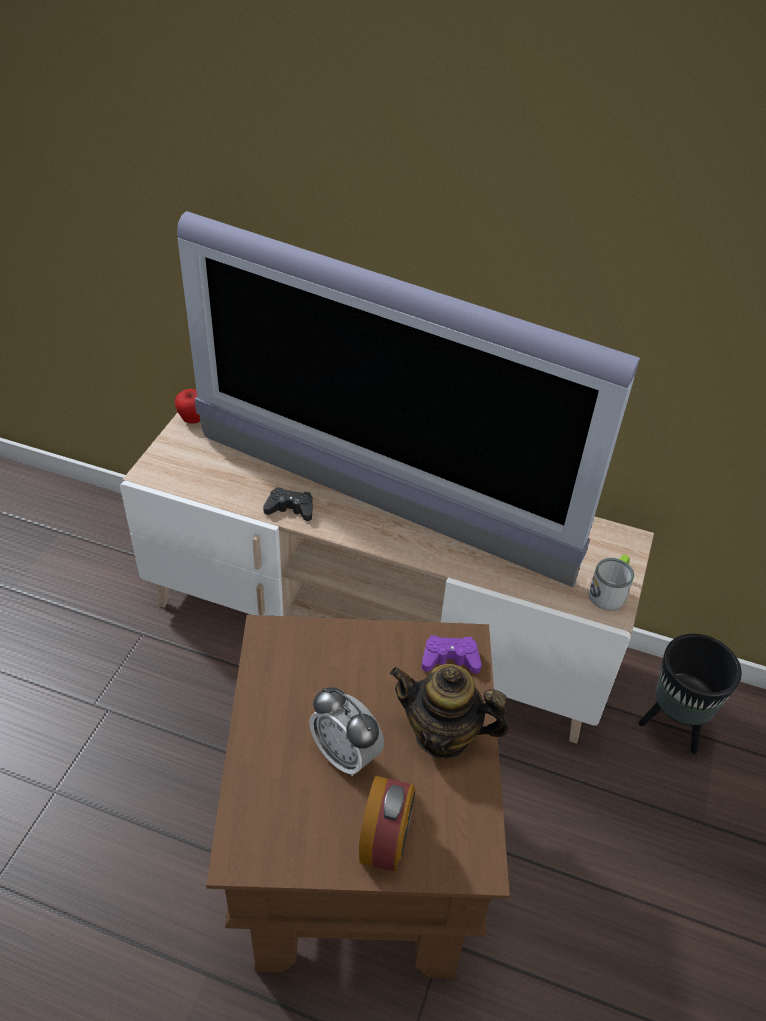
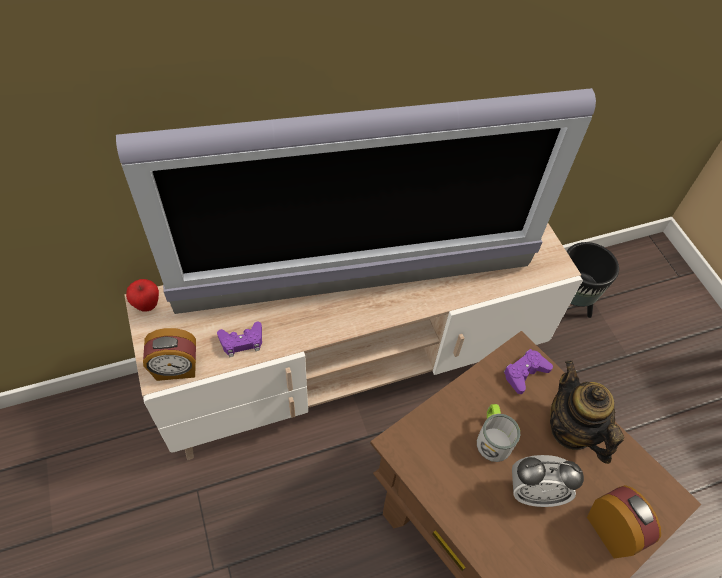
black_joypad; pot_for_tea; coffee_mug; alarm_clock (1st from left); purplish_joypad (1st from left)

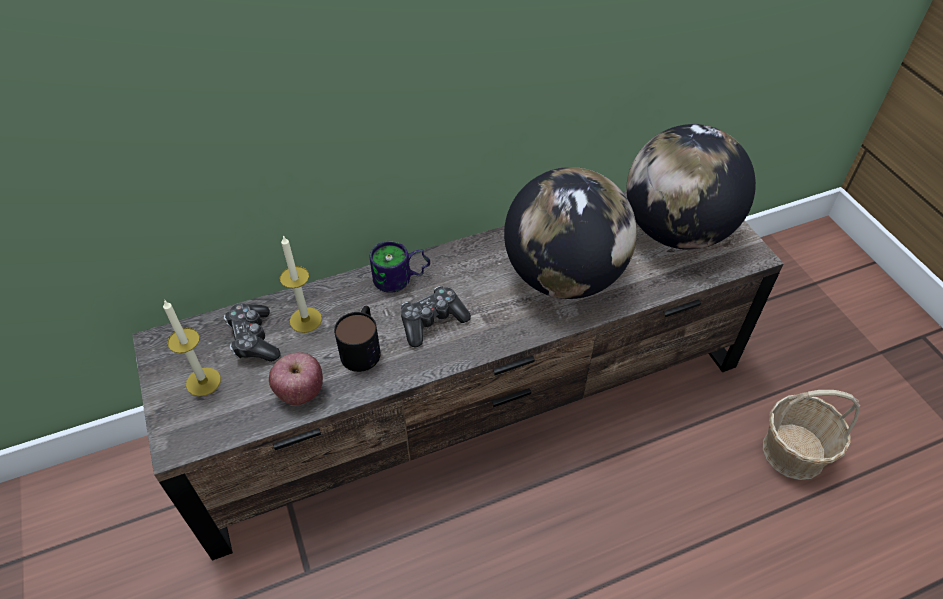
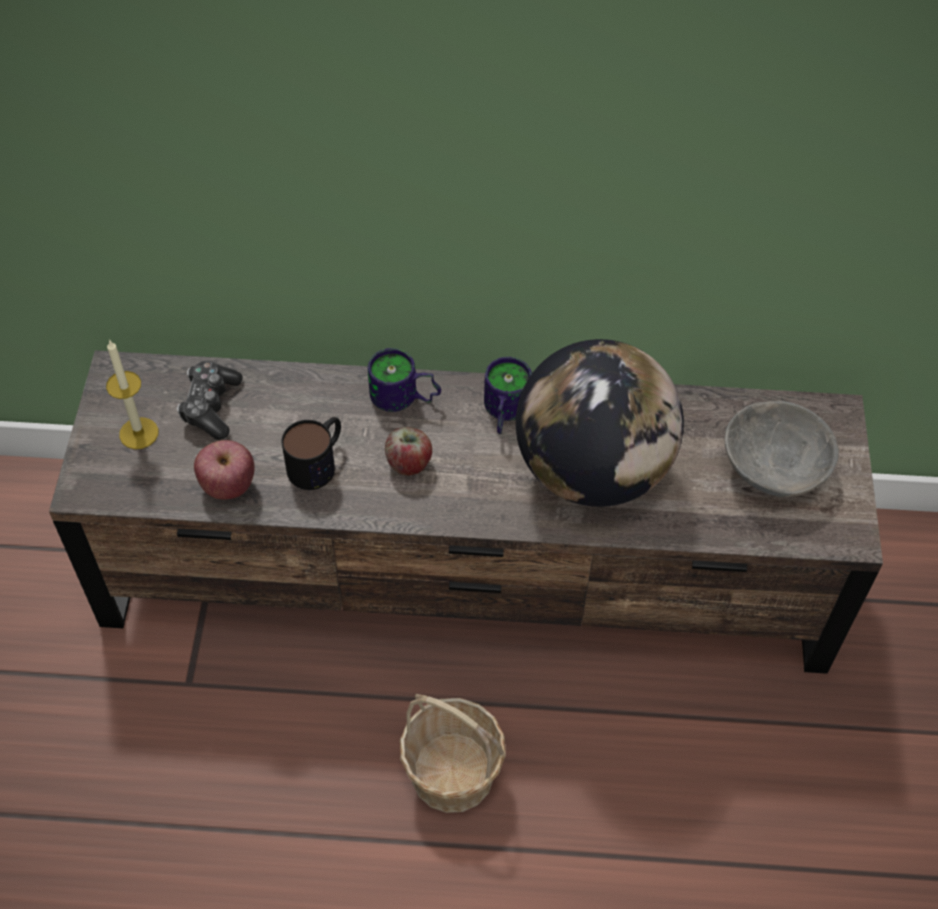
wax_light (2nd from left in the first image); apple (2nd from left); grey_deep_dish; storage_basket; coffee_mug (3rd from left)

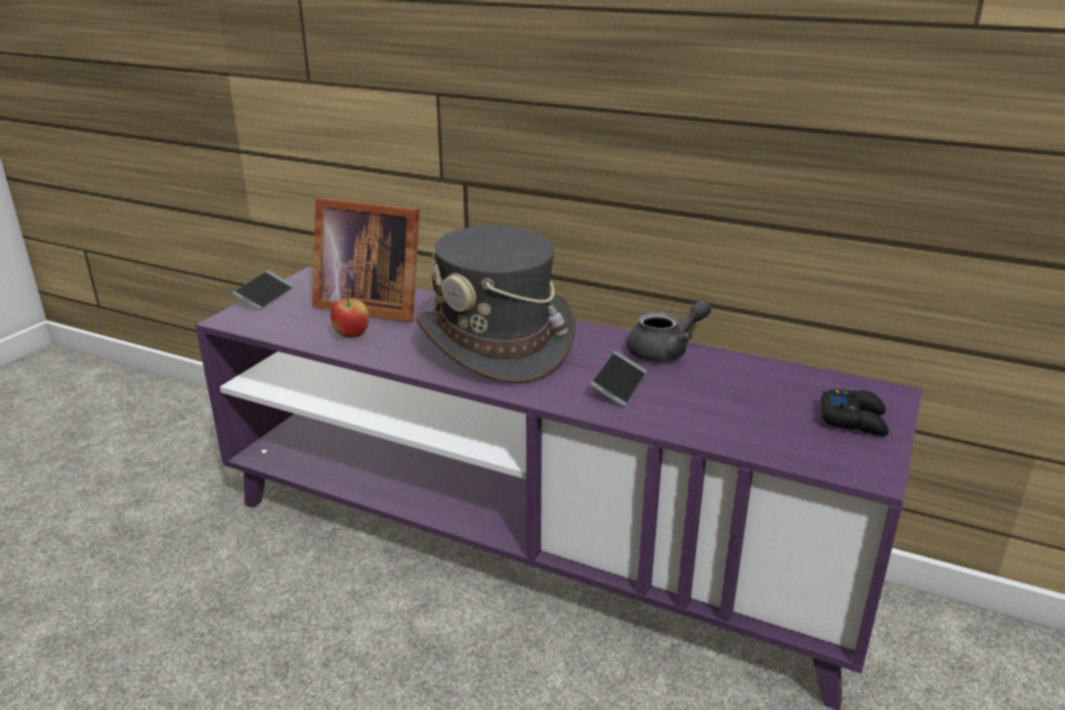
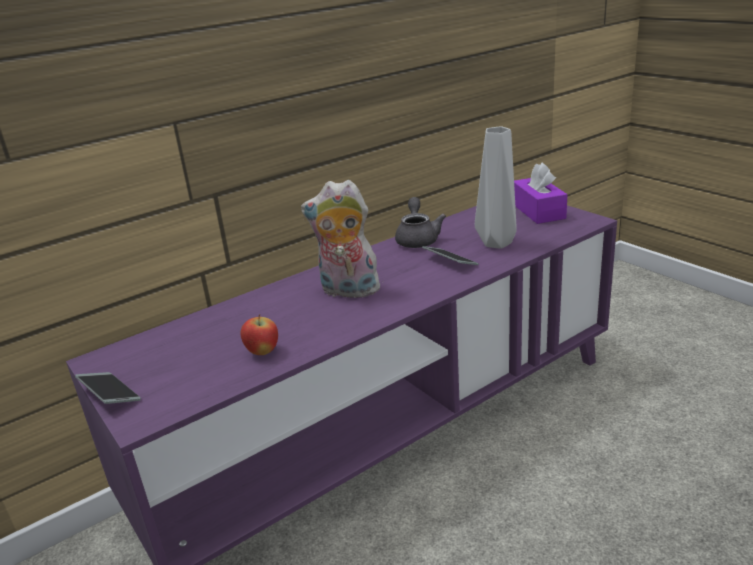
standing_frame; plush_toy; purplish_tissue_box; grey_vase

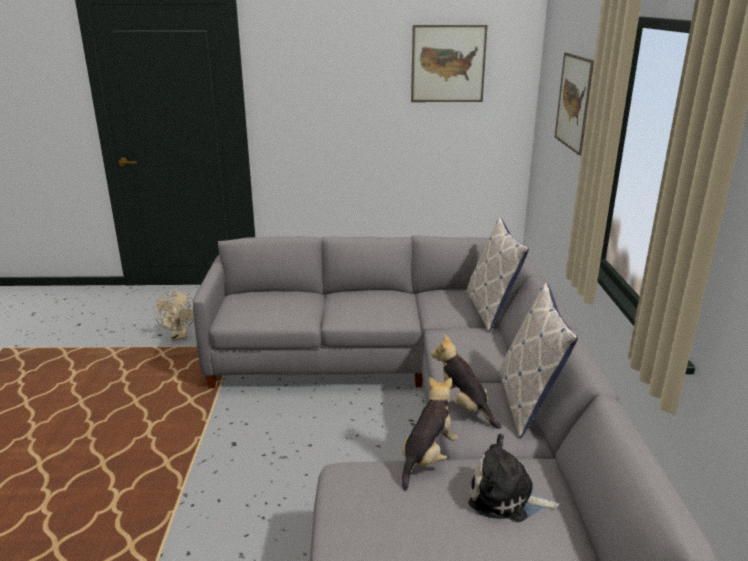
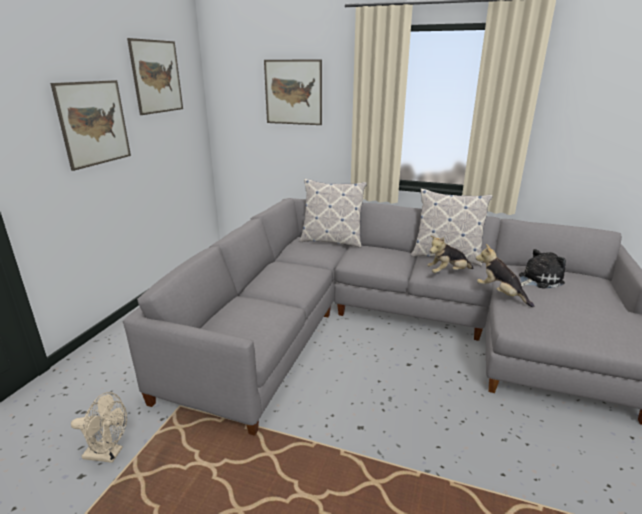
plush_toy (3rd from left); wall_picture (1st from left)

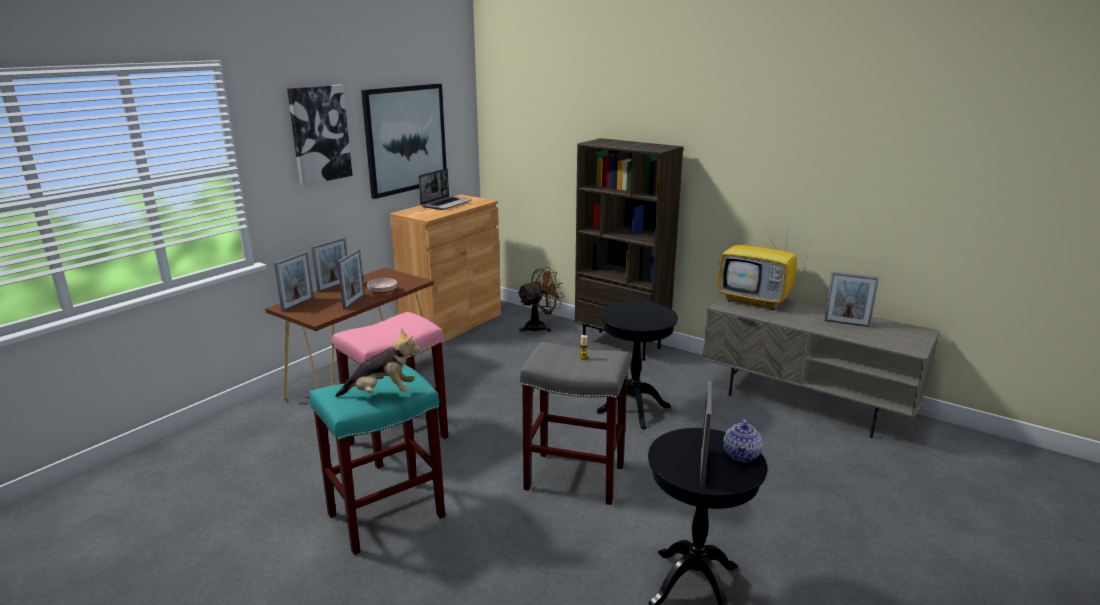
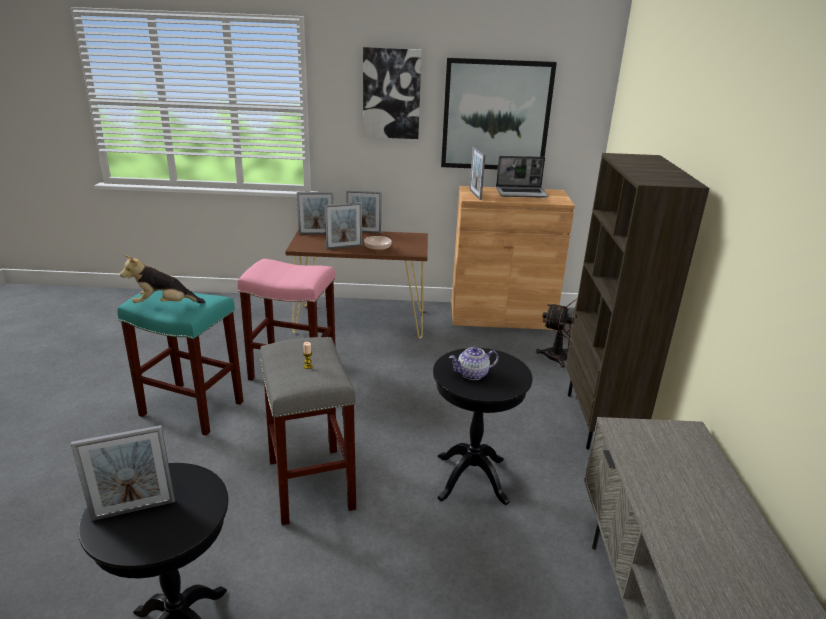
plush_toy; TV; pot_for_tea; standing_frame (5th from left)

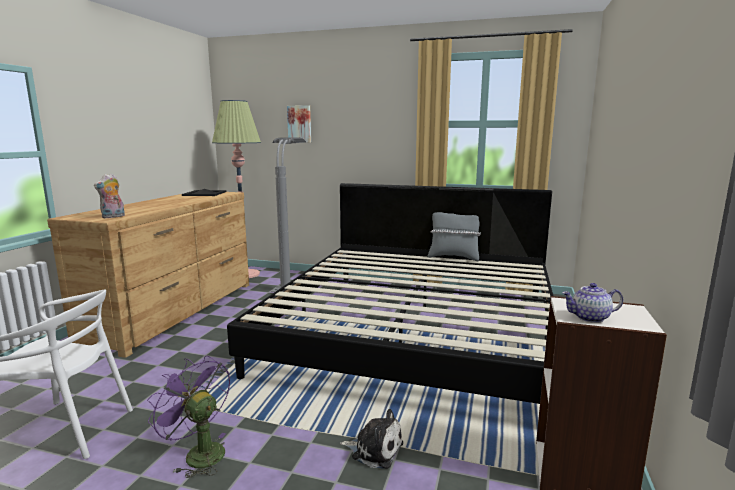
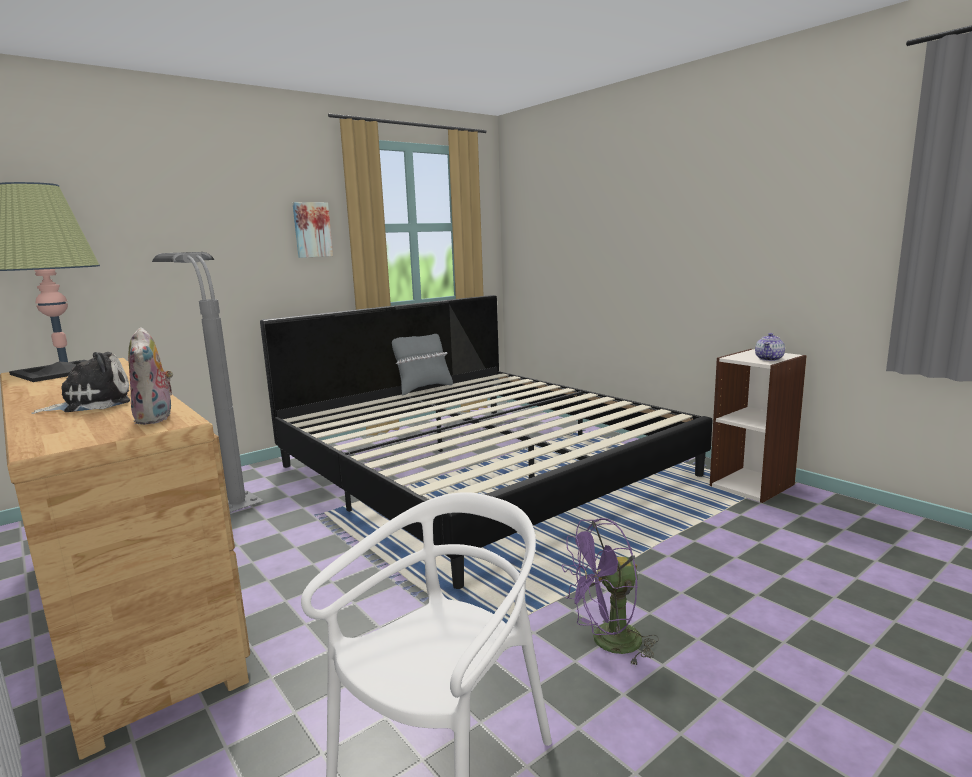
wall_picture; plush_toy (1st from left)

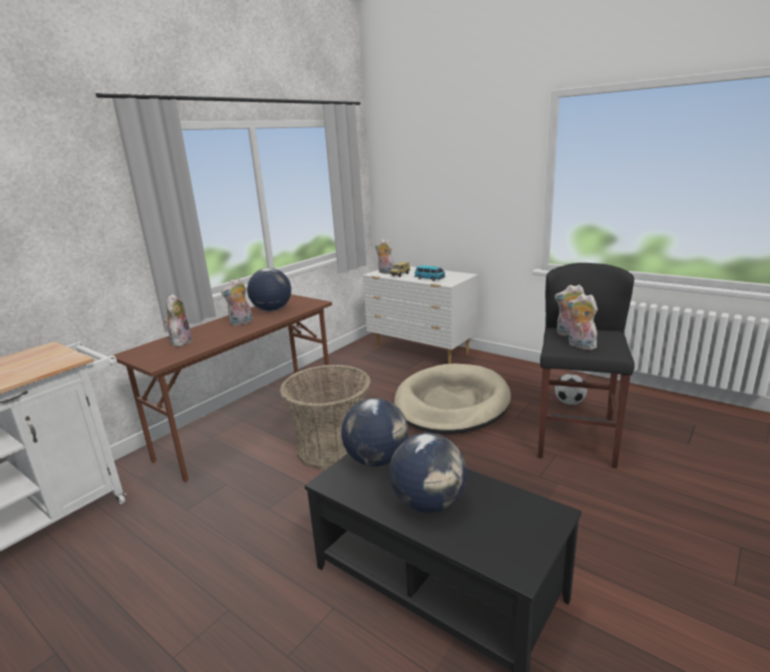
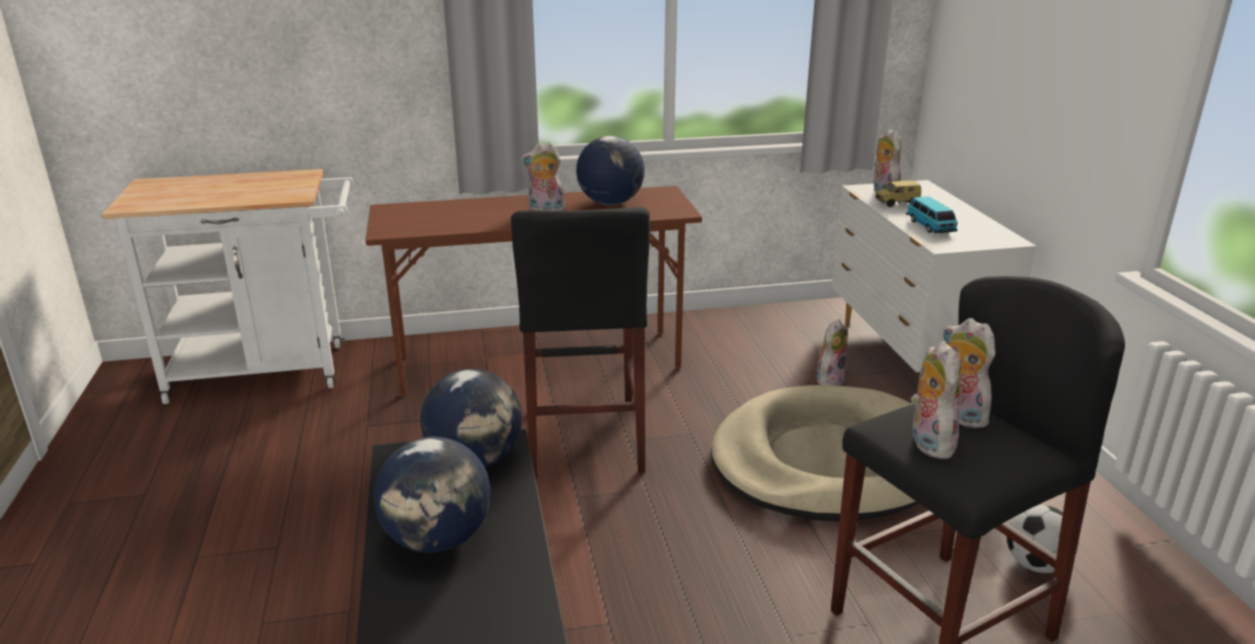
plush_toy (2nd from left); black_stool (1st from left)

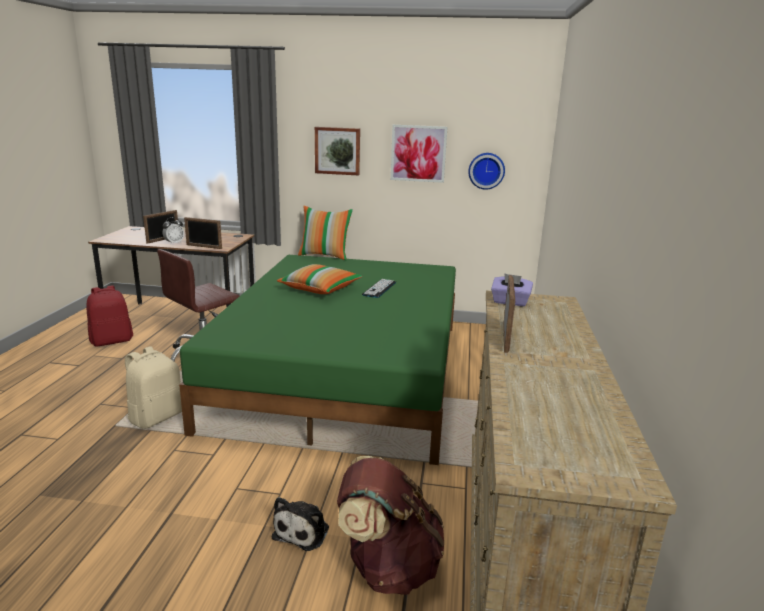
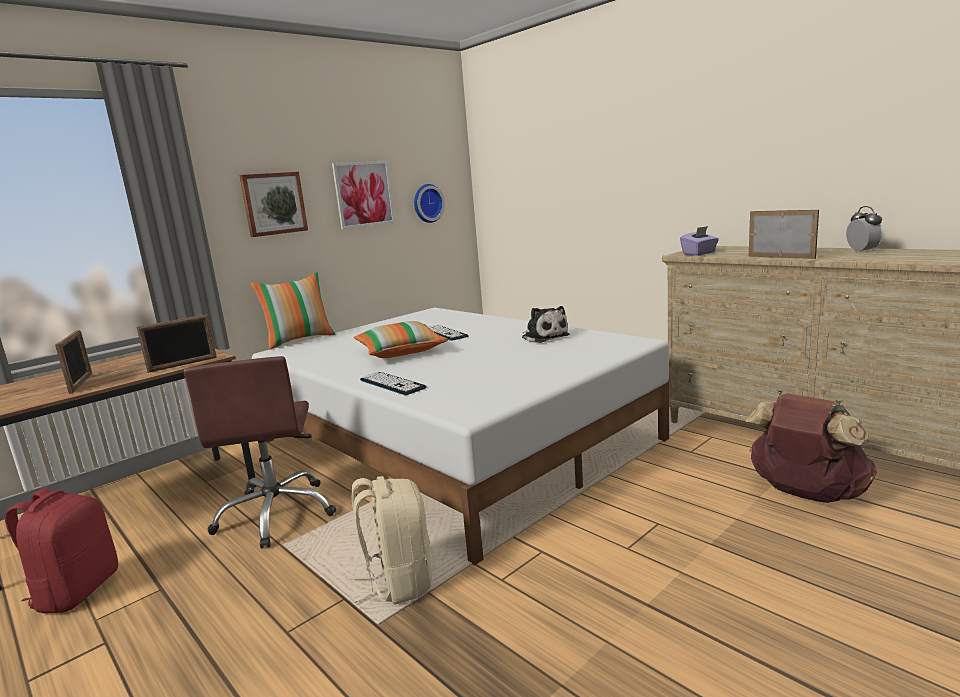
alarm_clock; white-coloured_bedroom_bed; plush_toy; computer_keyboard (1st from left)

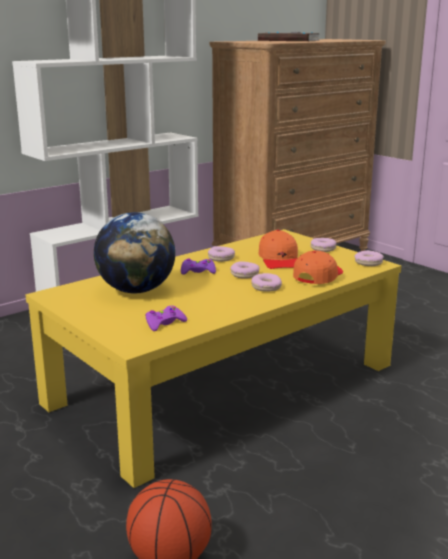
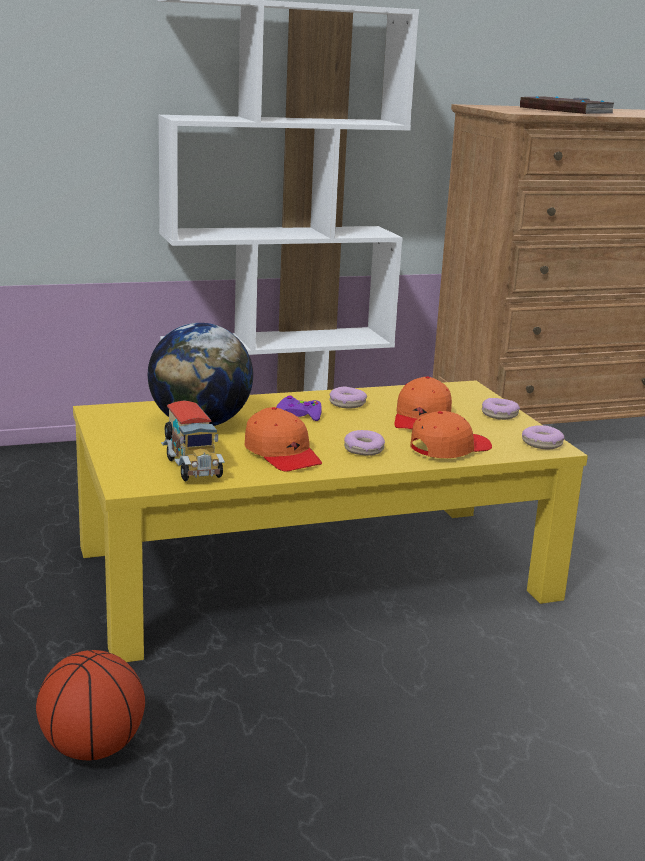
toy_lorry; donut (2nd from left in the first image); orangey_peaked_cap (1st from left)

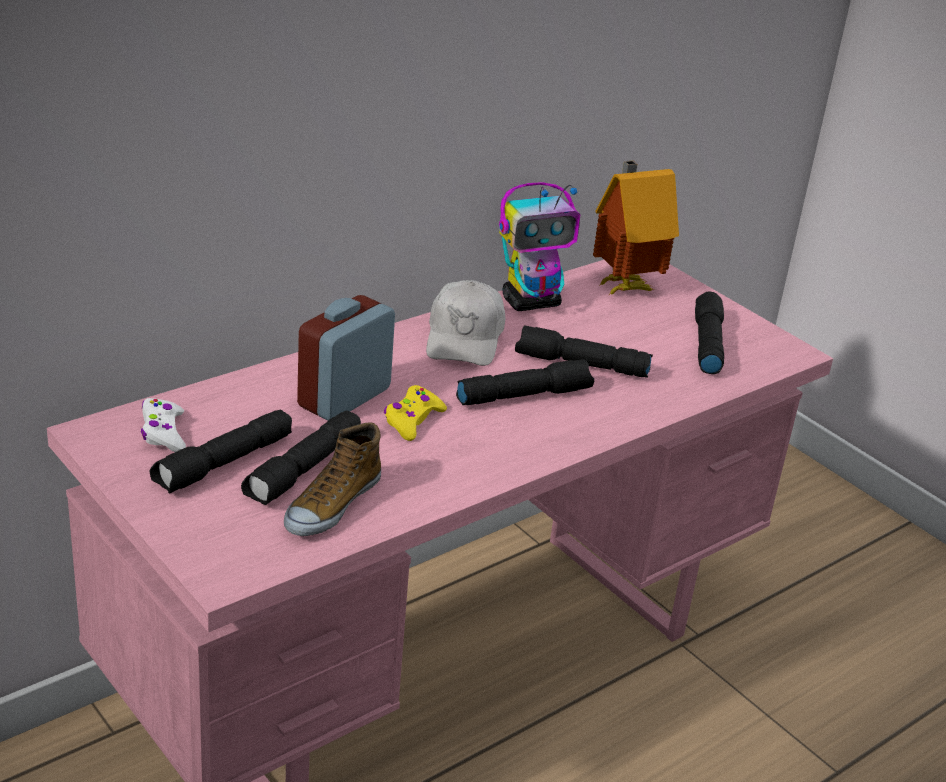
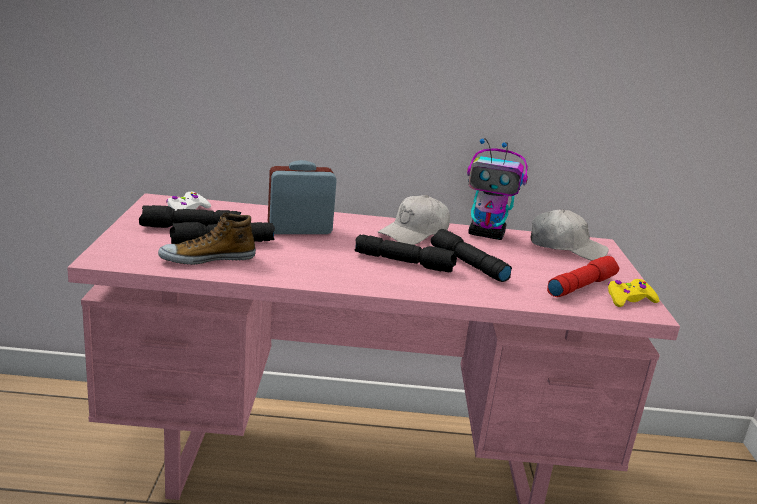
yellow-coloured_joypad; white-coloured_peaked_cap (2nd from left); red_torch

